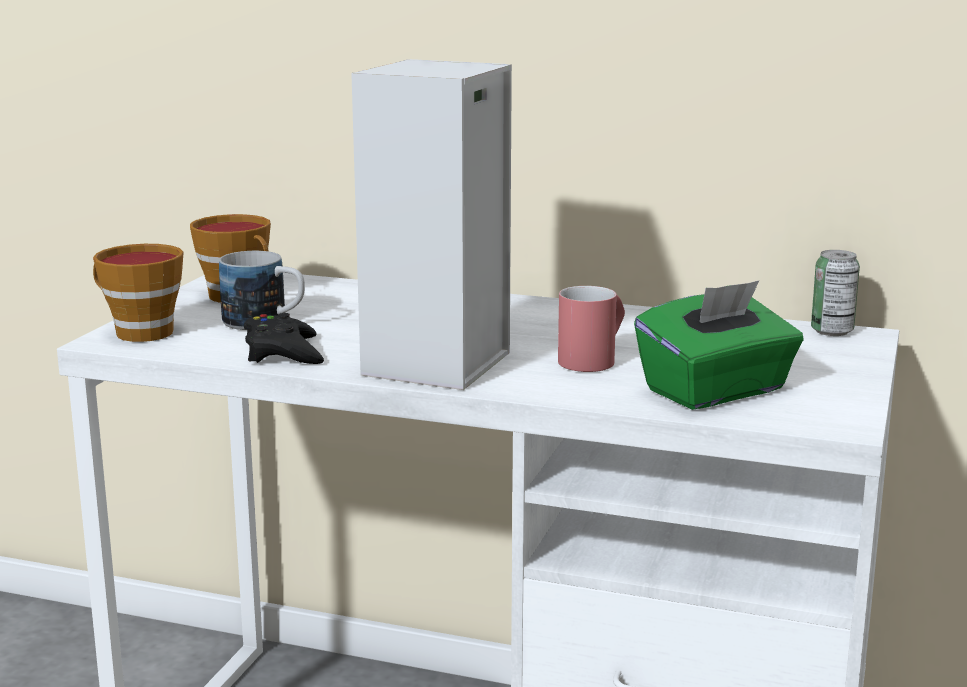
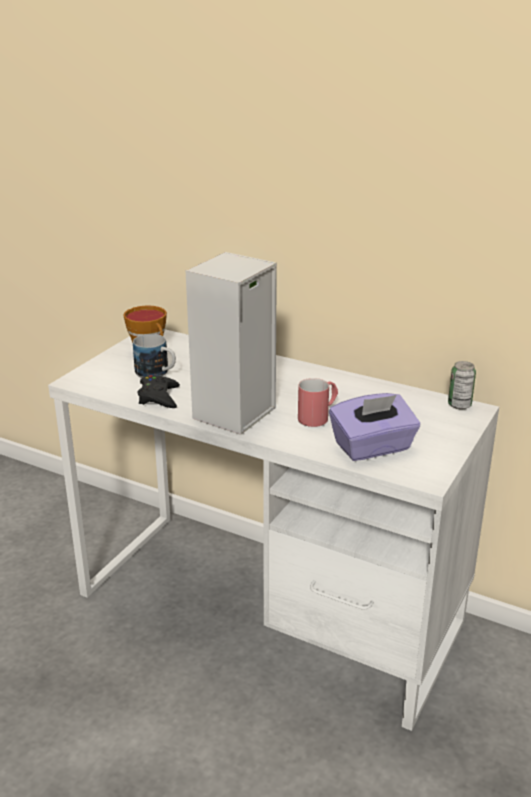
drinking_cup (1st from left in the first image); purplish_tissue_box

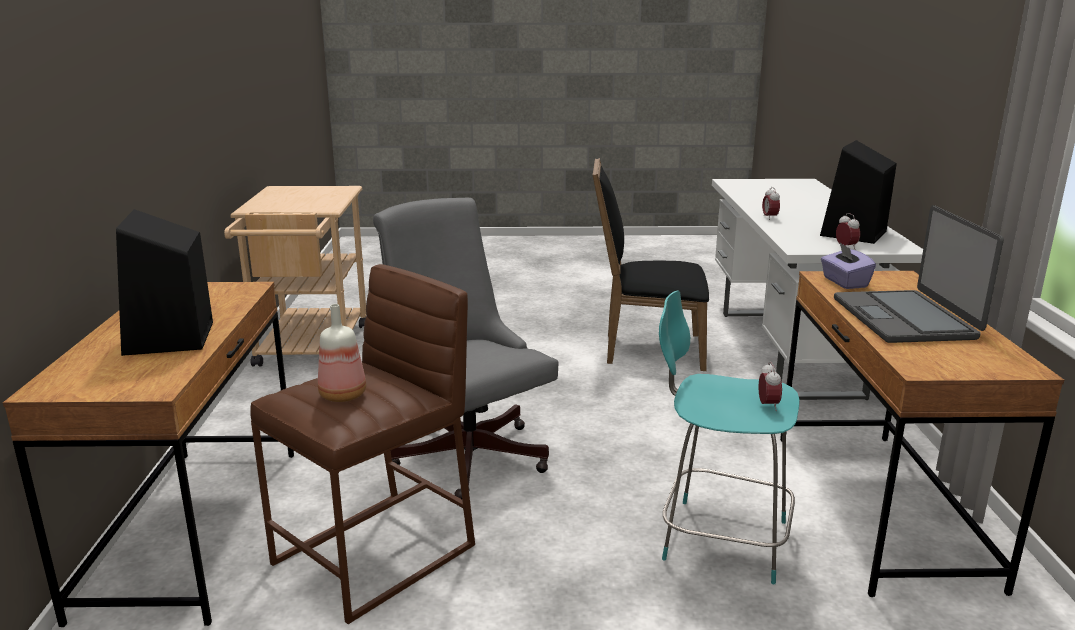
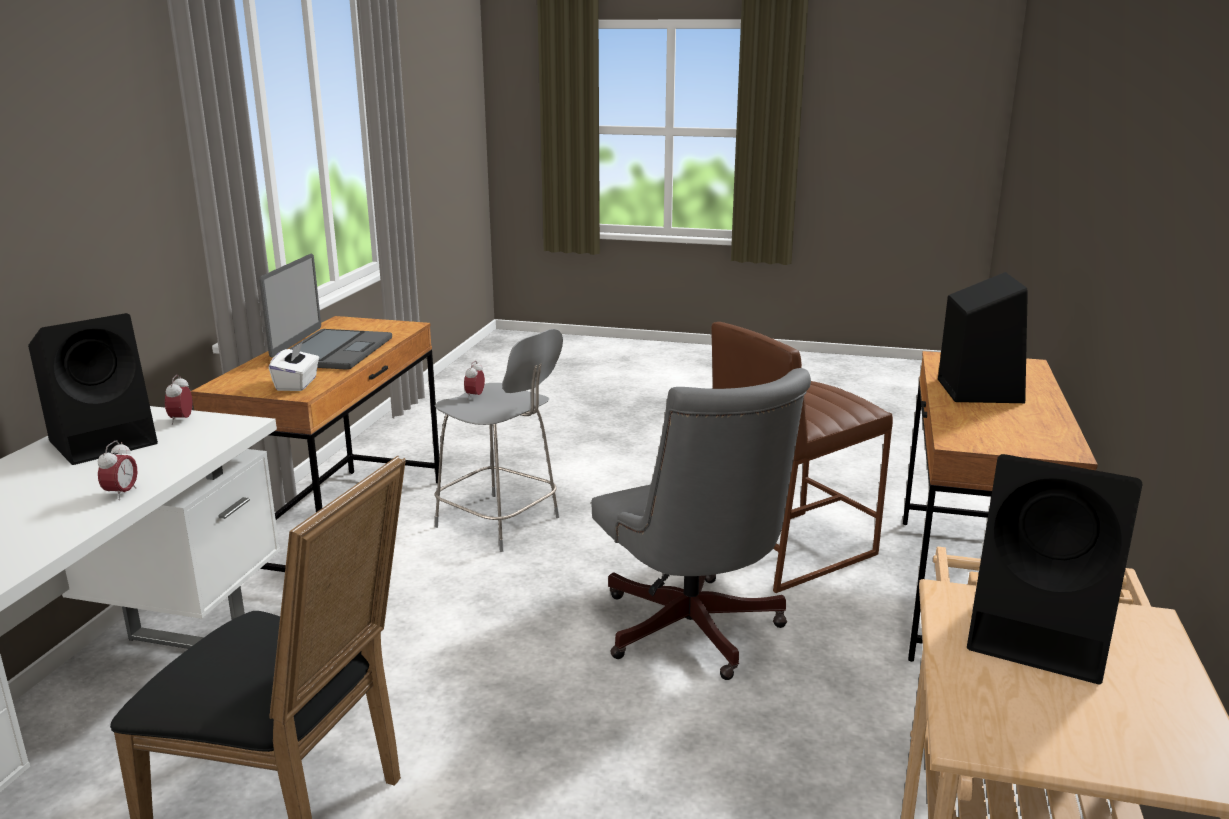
bottle; grey_stool; white-coloured_tissue_box; black_loudspeaker (3rd from left)

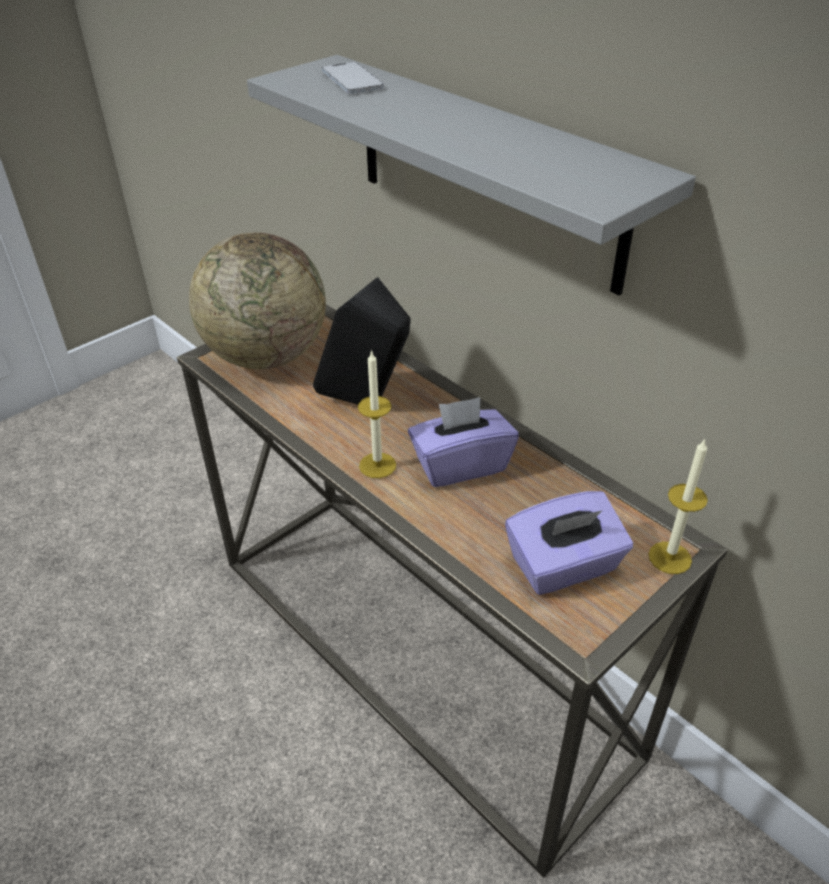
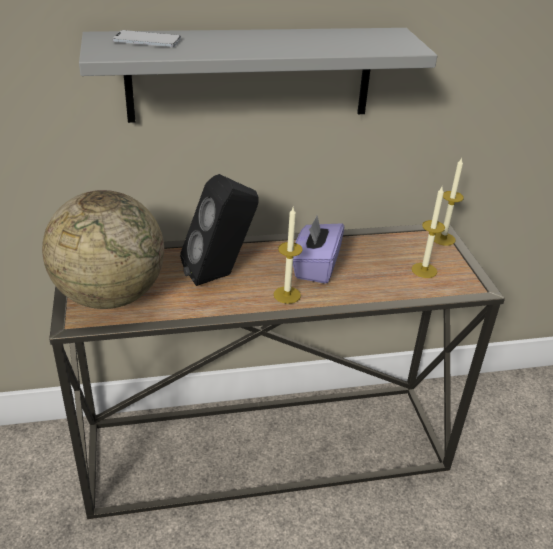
wax_light (2nd from left)

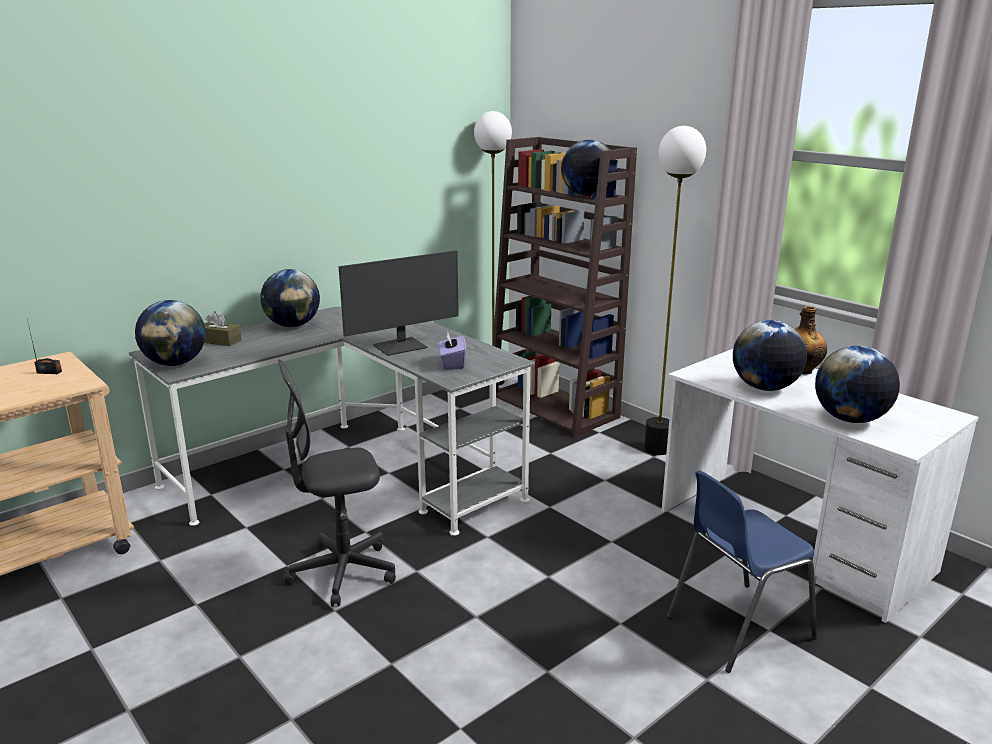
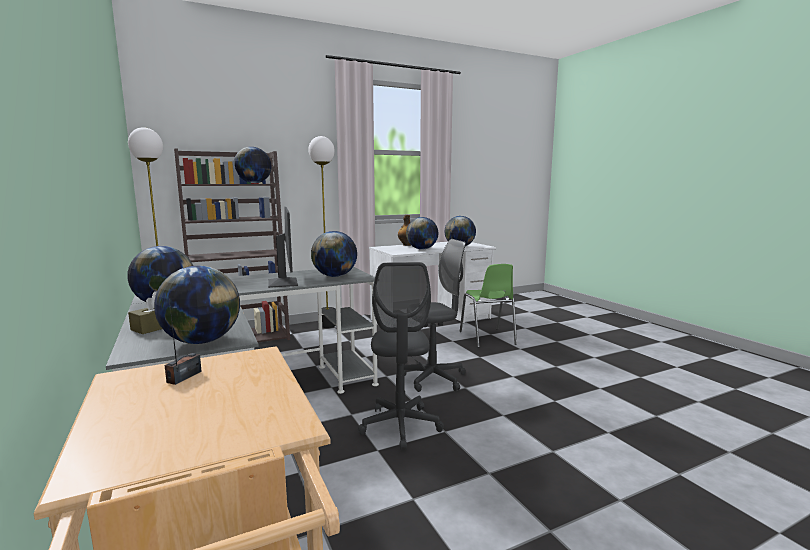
globe (4th from left); greenish_upright_chair; grey_desk_chair (2nd from left)

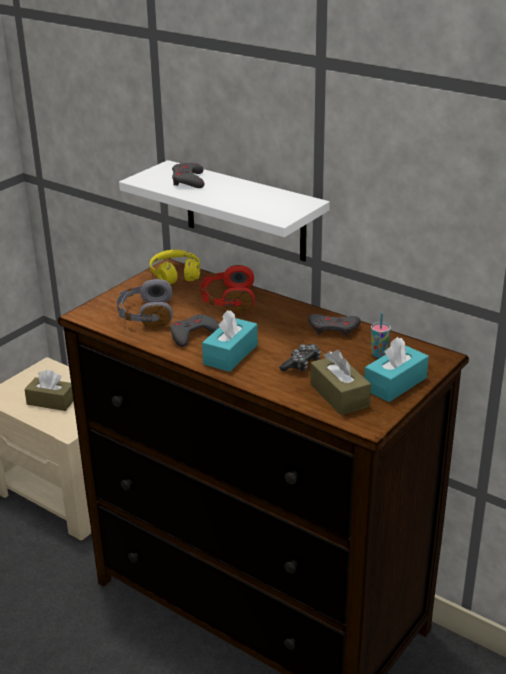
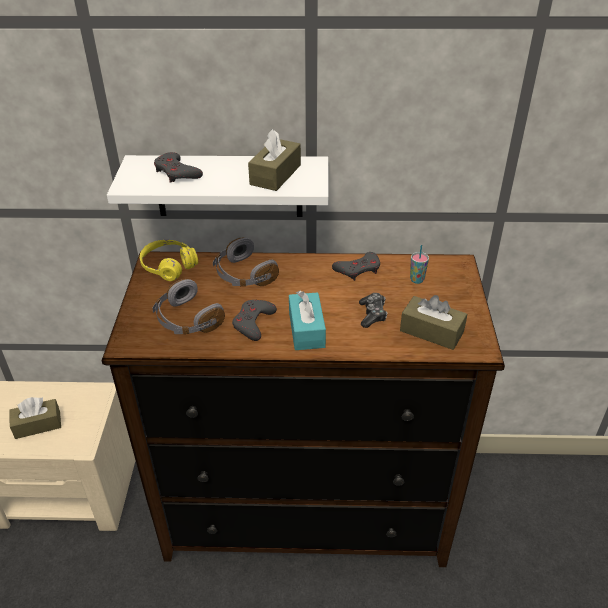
grey_pair_of_headphones (2nd from left); turquoise_tissue_box (2nd from left in the first image); brownish_tissue_box (2nd from left)

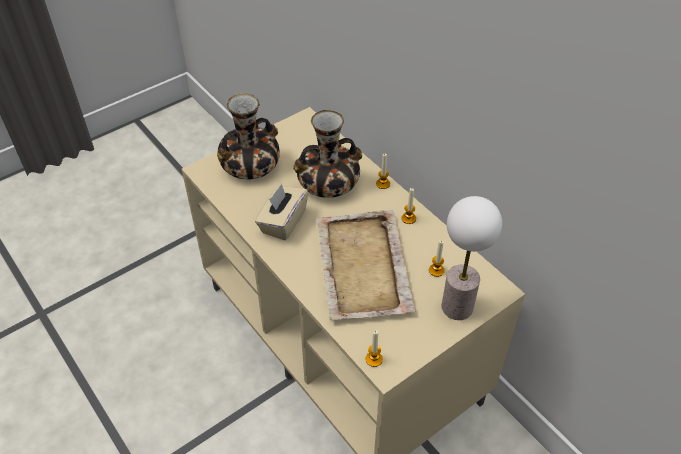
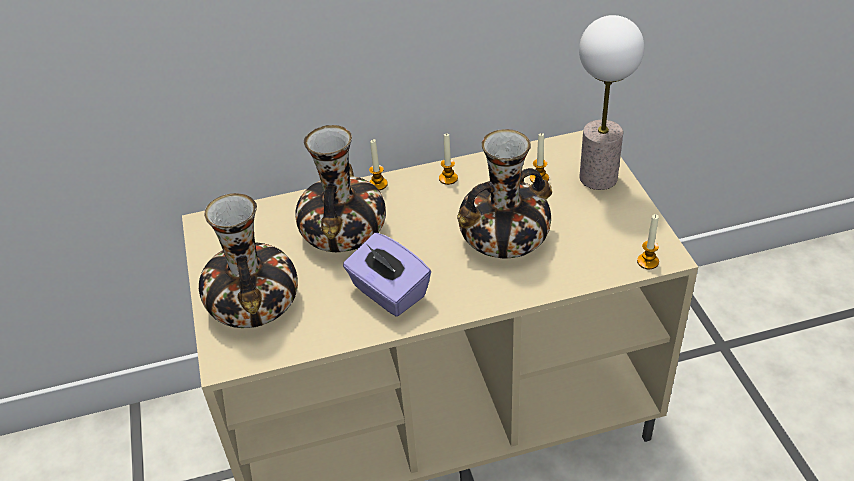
purplish_tissue_box; vase (3rd from left)

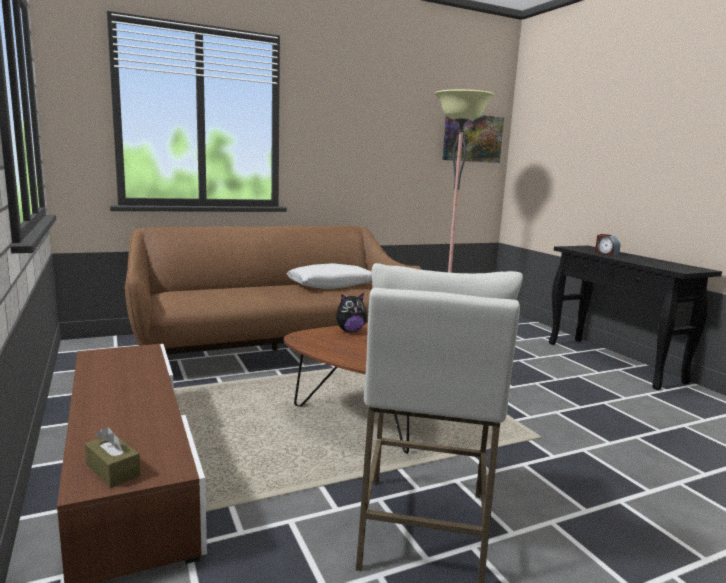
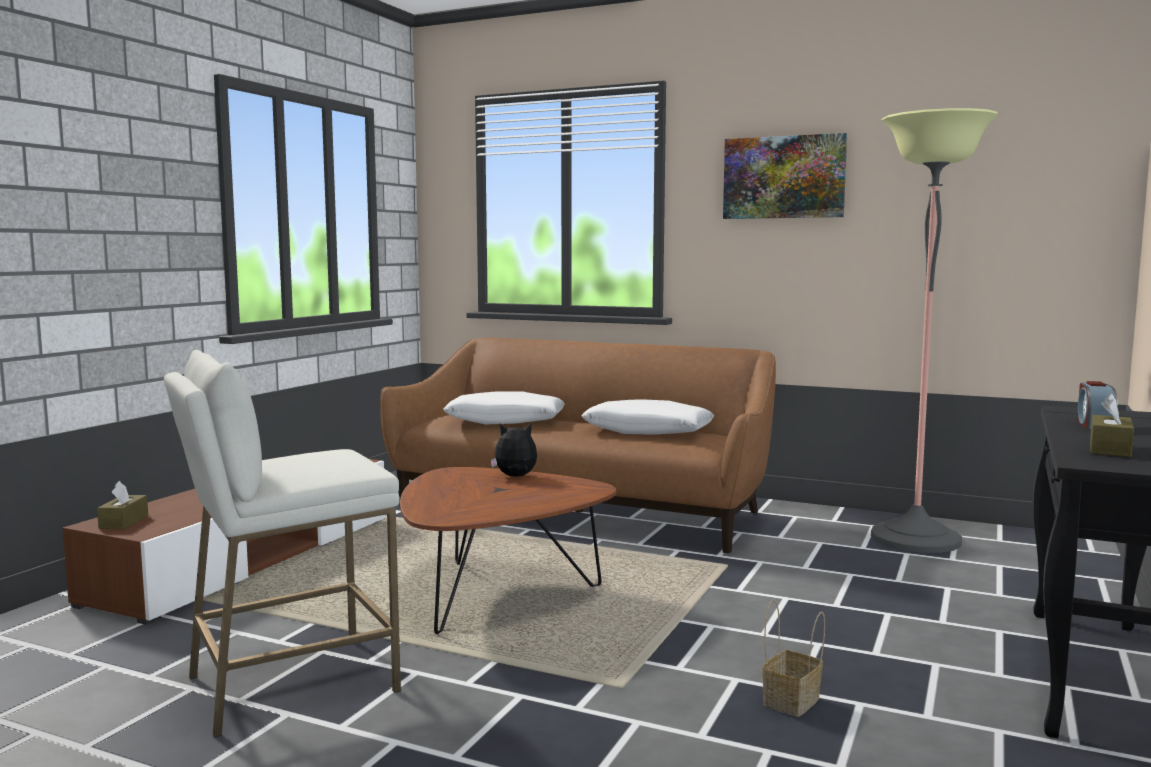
plush_toy; wall_picture; white-coloured_throw_pillow (1st from left); storage_basket; brownish_tissue_box (2nd from left)

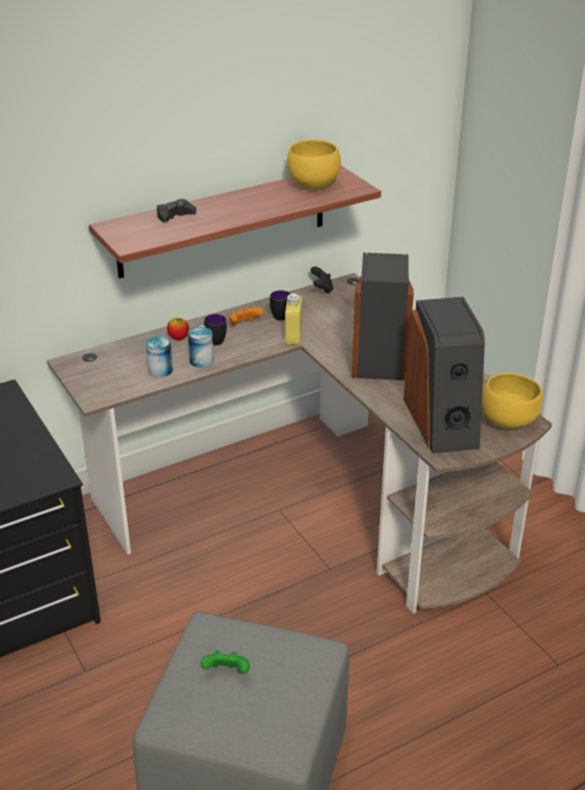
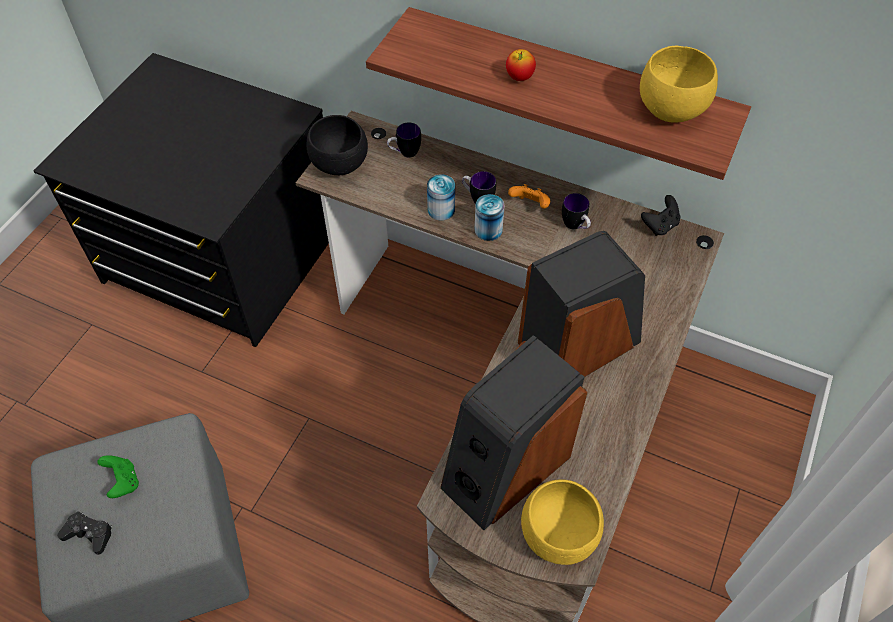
metal_can (2nd from left); black_joypad (1st from left); apple; yellow-coloured_bottle; black_deep_dish; coffee_mug (1st from left)

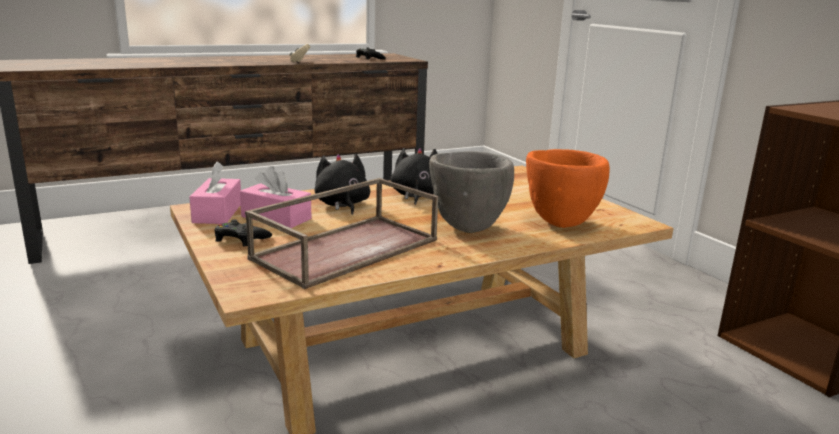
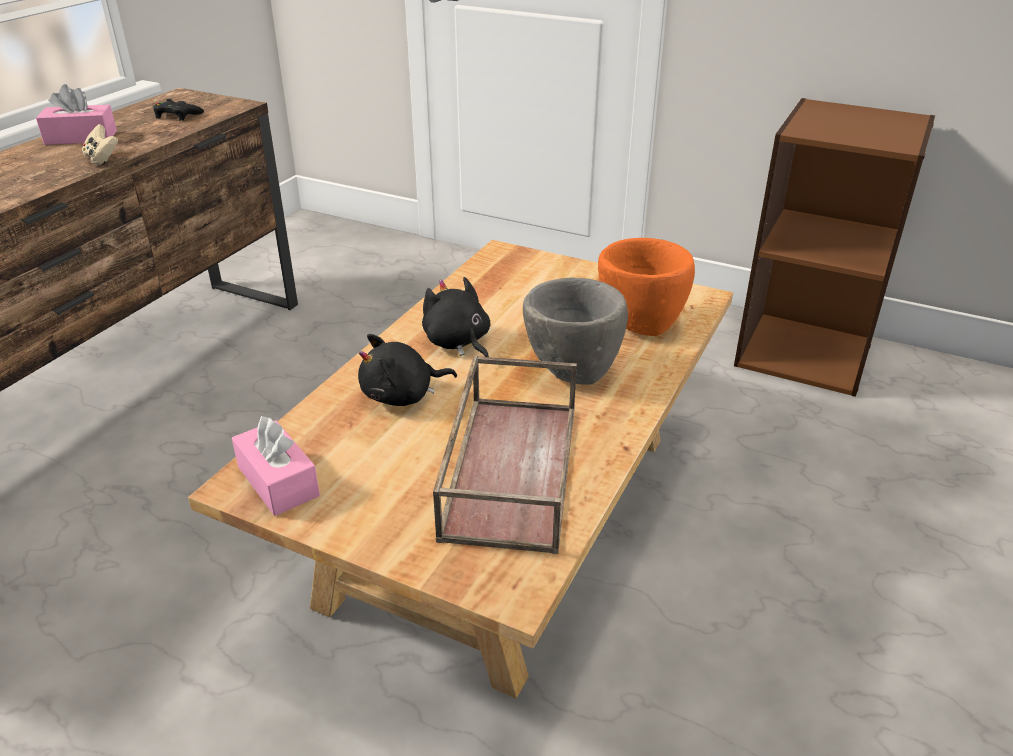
black_joypad (1st from left in the first image); pink-coloured_tissue_box (1st from left); black_plush_toy (1st from left)

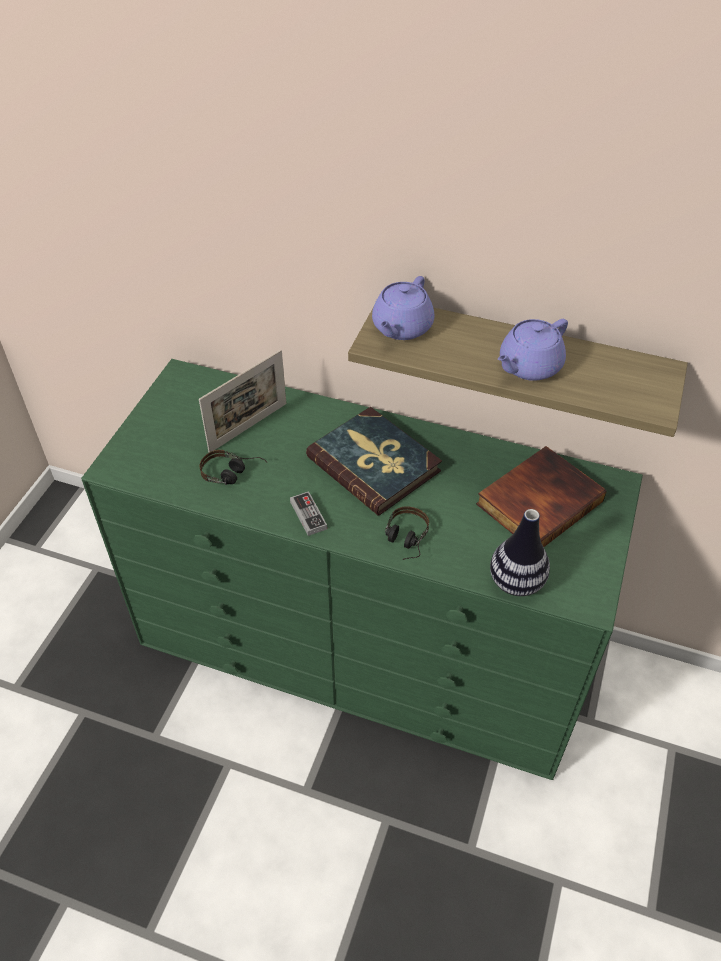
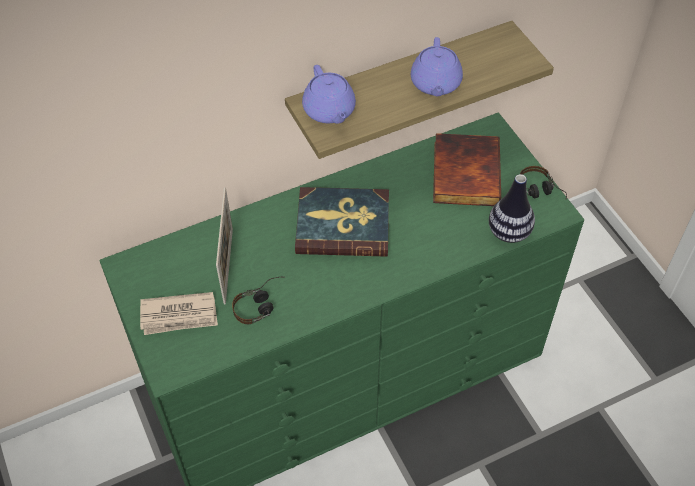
joypad; pair_of_headphones (2nd from left); printed_paper

